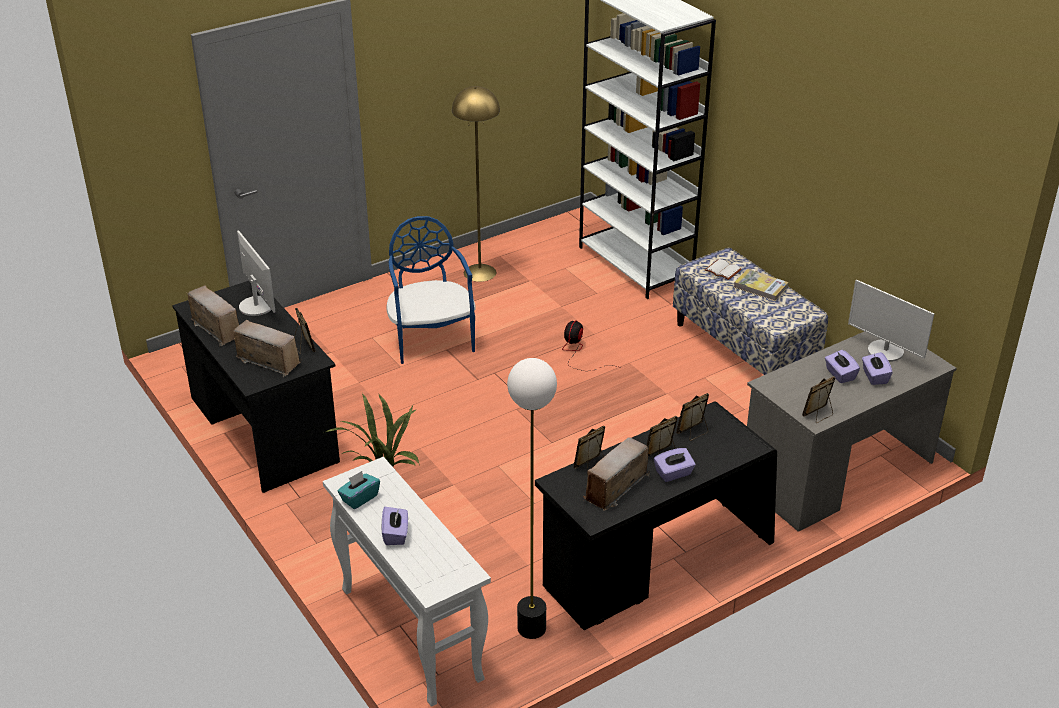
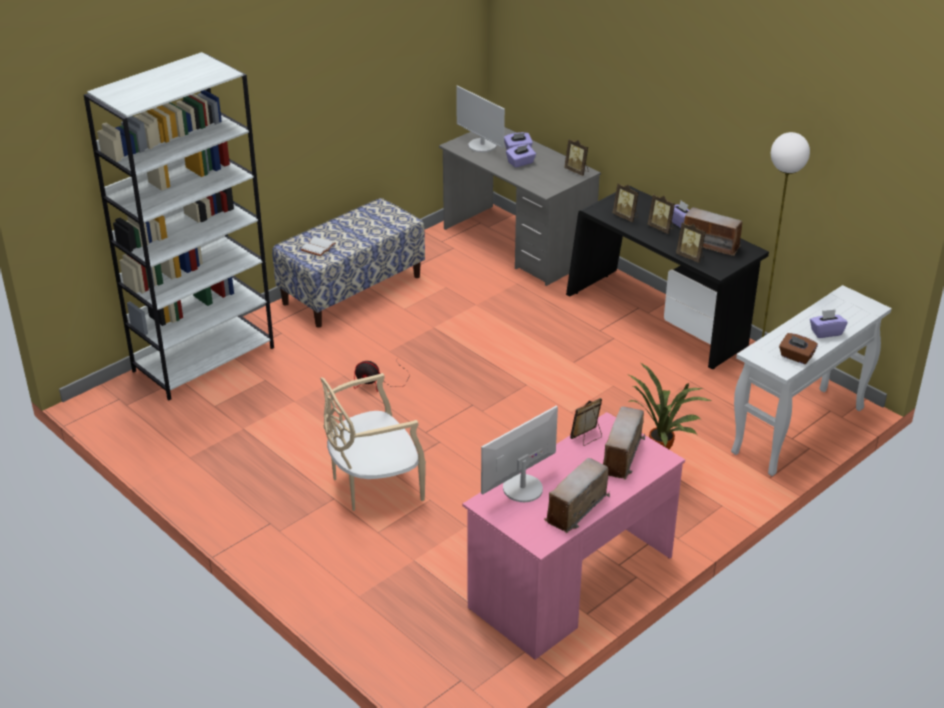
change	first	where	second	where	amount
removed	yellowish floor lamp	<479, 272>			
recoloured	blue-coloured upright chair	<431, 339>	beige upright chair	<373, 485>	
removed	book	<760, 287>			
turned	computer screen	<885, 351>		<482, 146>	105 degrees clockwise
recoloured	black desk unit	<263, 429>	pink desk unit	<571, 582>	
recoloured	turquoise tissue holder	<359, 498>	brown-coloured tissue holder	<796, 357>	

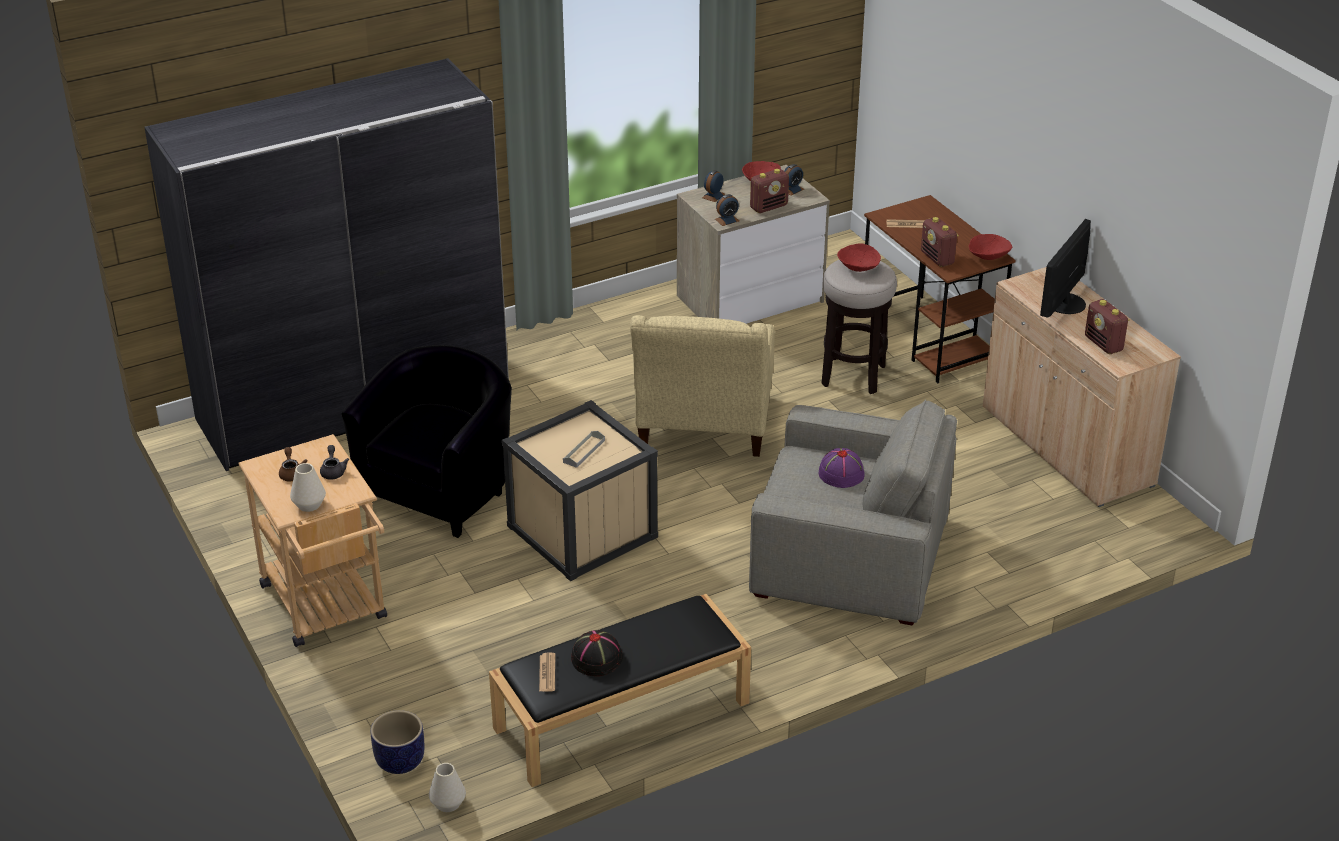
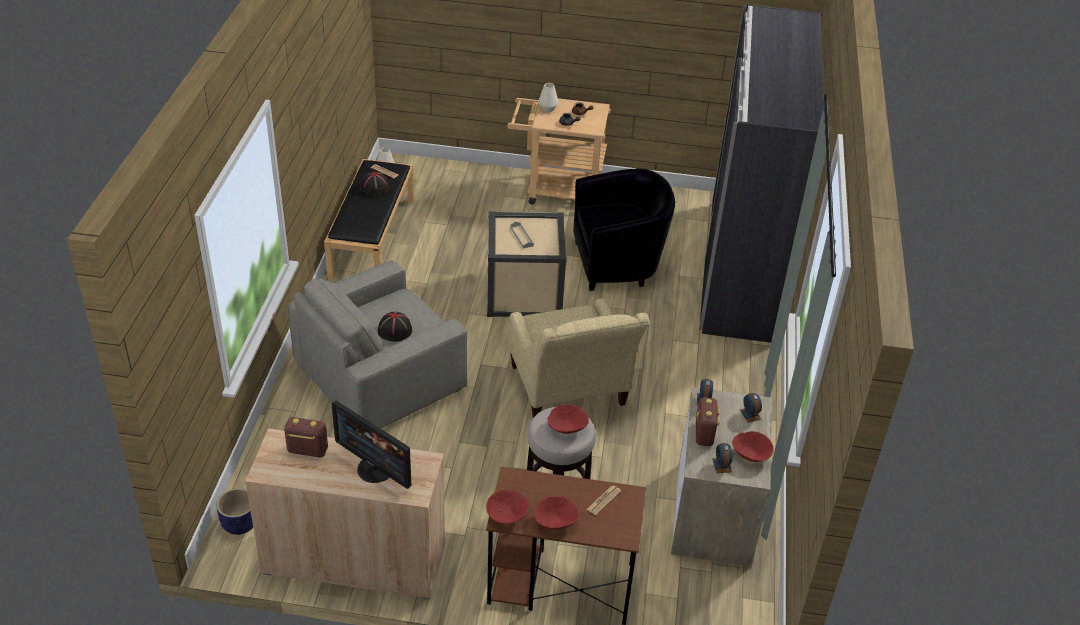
change	first	where	second	where	amount
removed	radio receiver	<937, 258>			
turned	computer screen	<1064, 303>		<376, 469>	150 degrees clockwise
turned	beige armchair	<703, 429>		<570, 391>	150 degrees counterclockwise
turned	black armchair	<441, 489>		<619, 263>	75 degrees counterclockwise
recoloured	purple wearable hat	<841, 473>	black wearable hat	<395, 330>	
moved	flower pot	<401, 761>		<239, 524>	
added			red bowl	<555, 522>	

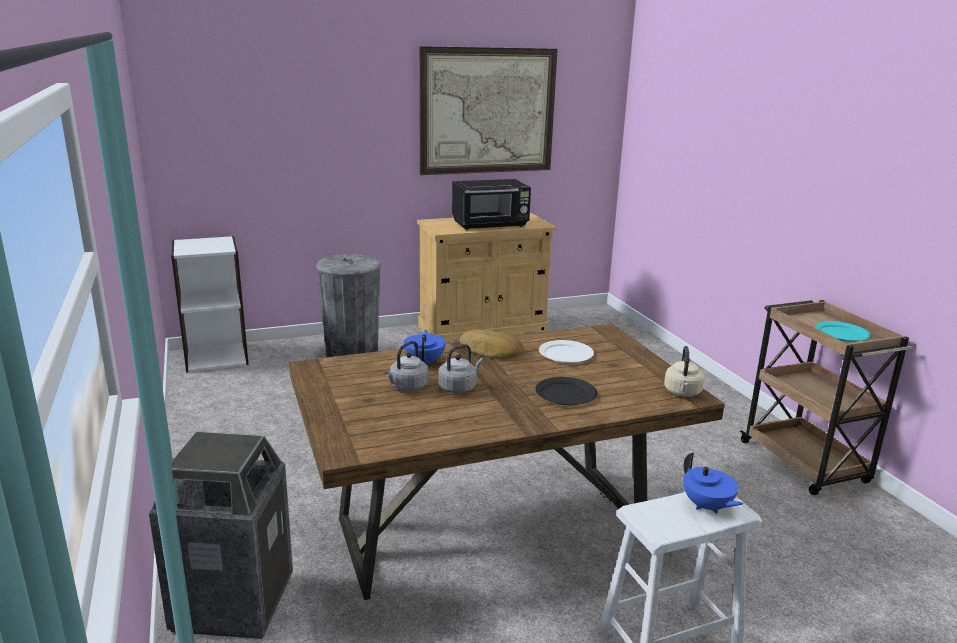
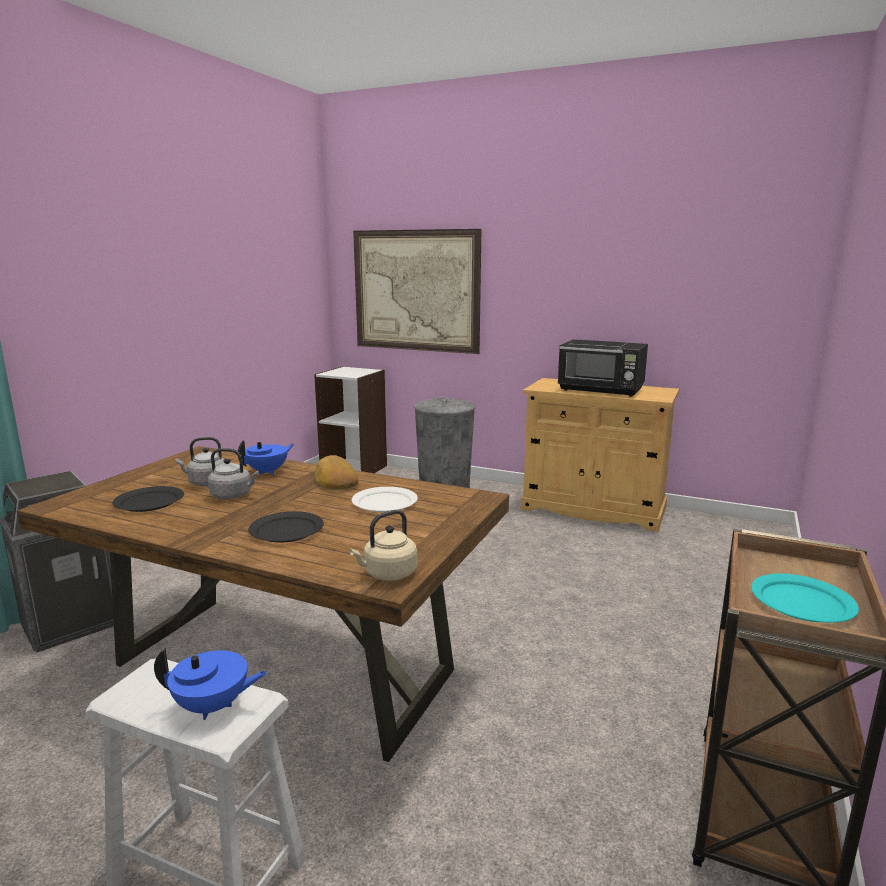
change	first	where	second	where	amount
moved	wall picture	<488, 111>		<416, 291>	
turned	blue-coloured tea pot	<707, 506>		<213, 706>	105 degrees counterclockwise
added			black plate	<150, 502>	

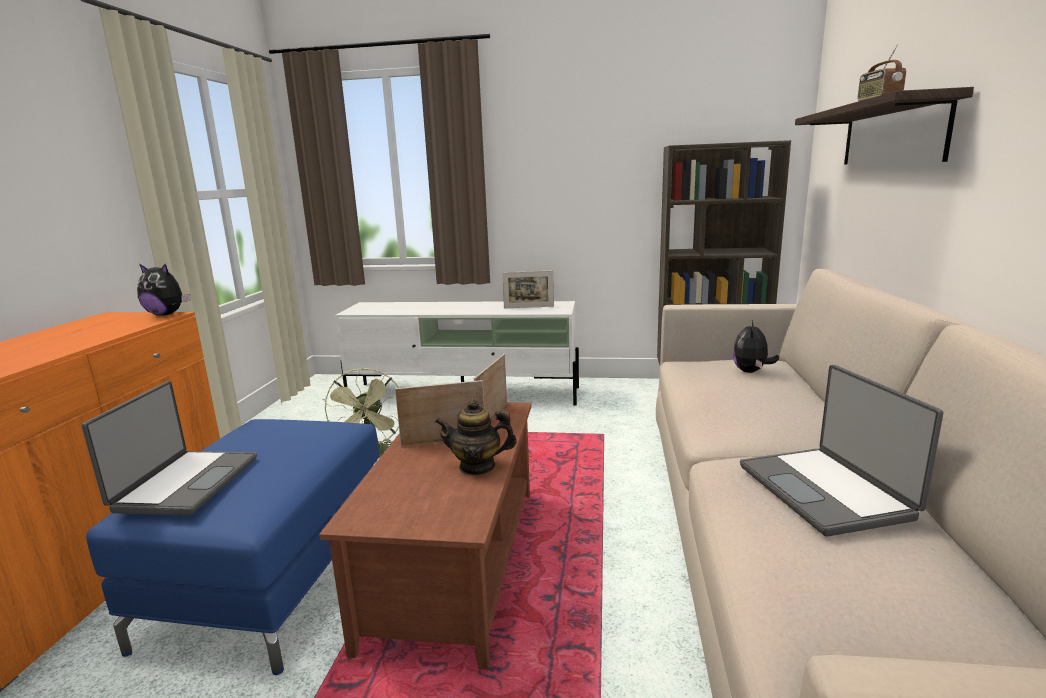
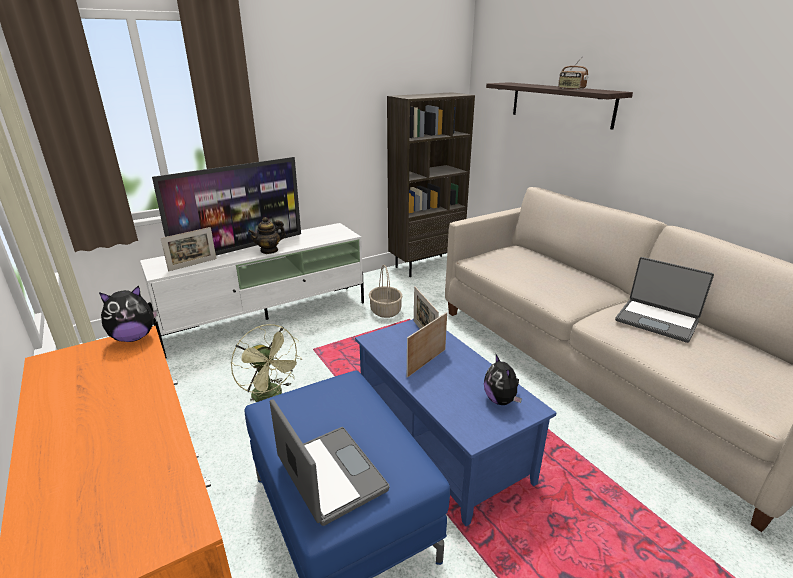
change	first	where	second	where	amount
moved	picture frame	<528, 307>		<193, 265>	
moved	plush toy	<751, 372>		<501, 400>	
moved	tea pot	<477, 466>		<269, 250>	
recoloured	brown-coloured lounge table	<458, 562>	blue-coloured lounge table	<442, 438>	
added			TV	<241, 248>	
added			household basket	<385, 311>	

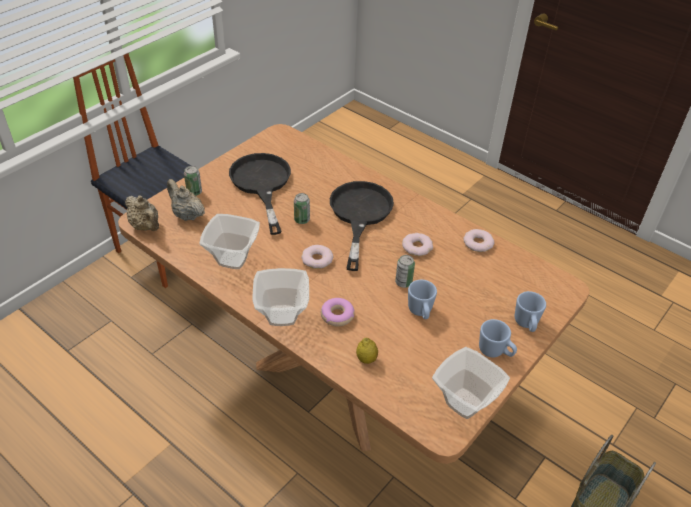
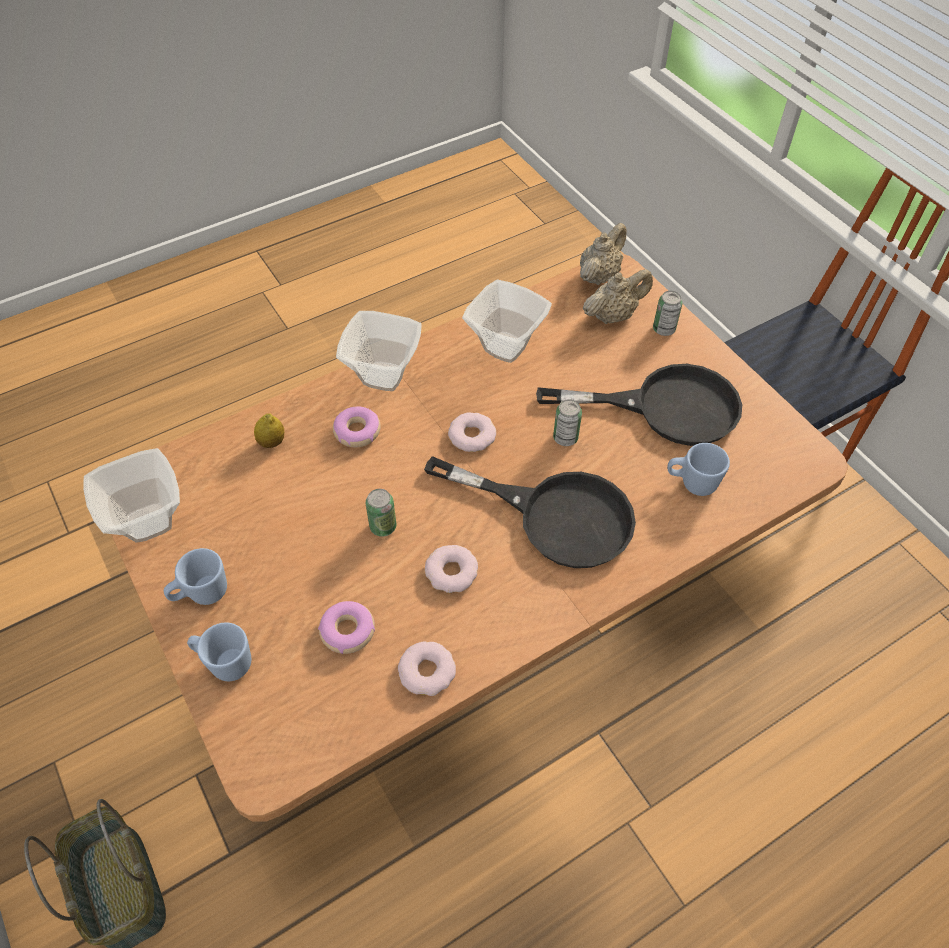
change	first	where	second	where	amount
turned	beige tea pot	<146, 227>		<599, 275>	150 degrees clockwise
moved	blue-coloured mug	<420, 312>		<692, 483>	
added			doughnut	<347, 631>	

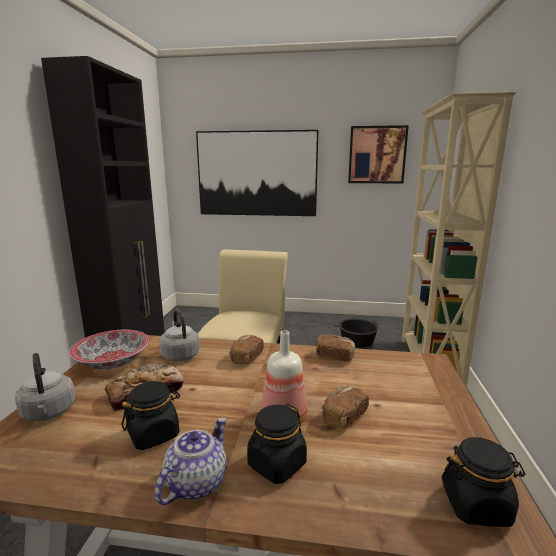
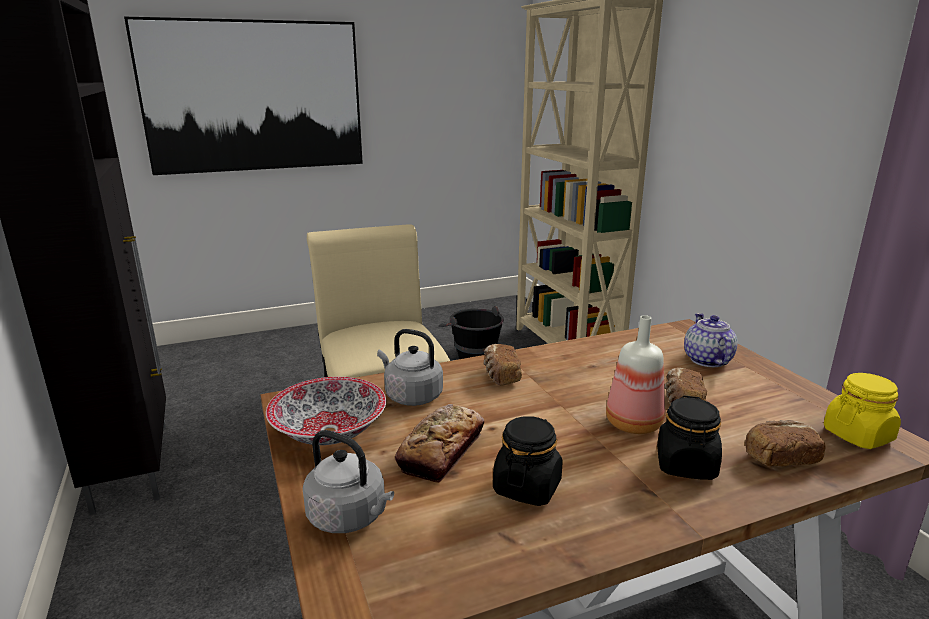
change	first	where	second	where	amount
removed	wall picture	<377, 155>			
moved	baked bread	<334, 356>		<780, 458>	
moved	tea pot	<196, 482>		<706, 360>	
recoloured	black storage jar	<476, 505>	yellowish storage jar	<858, 435>	

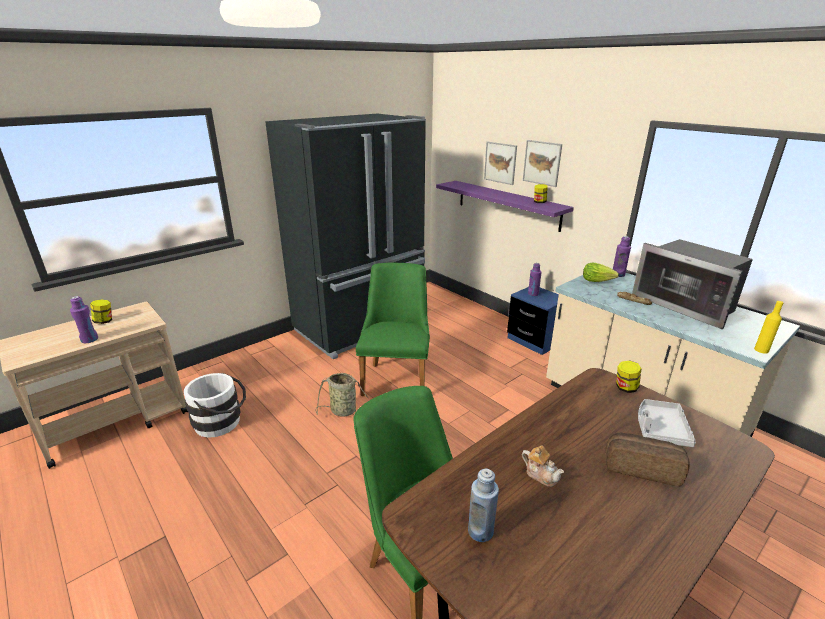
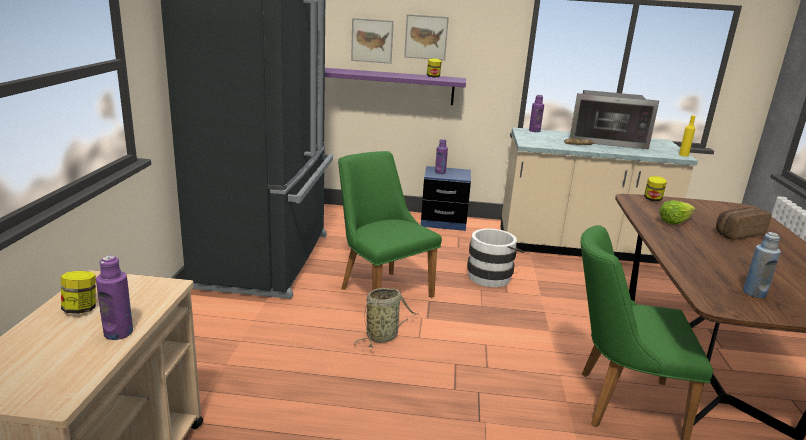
change	first	where	second	where	amount
moved	lettuce head	<597, 281>		<674, 221>	
moved	white-coloured bucket	<222, 422>		<492, 276>	
removed	grey serving tray	<660, 429>			
removed	tea pot	<541, 474>			

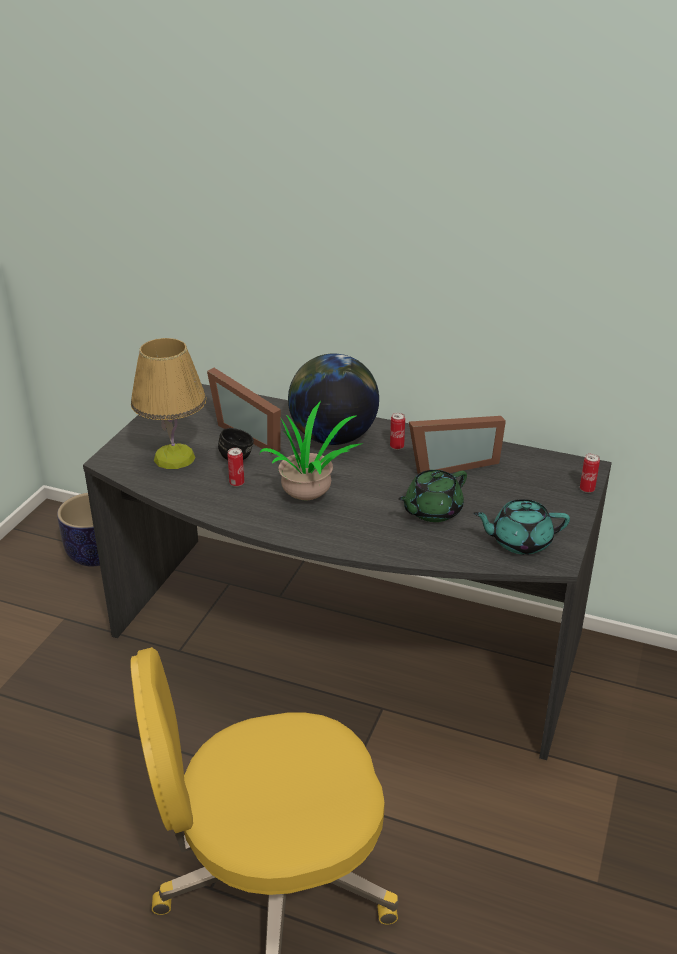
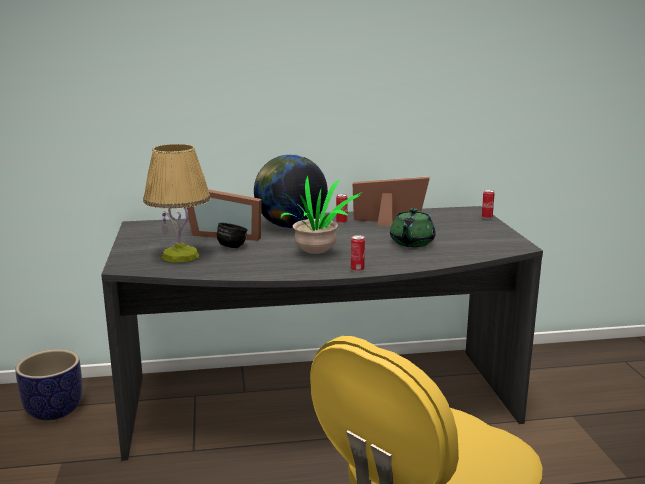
change	first	where	second	where	amount
turned	picture frame	<450, 464>		<389, 223>	120 degrees counterclockwise
moved	can	<237, 483>		<357, 270>	
removed	turquoise tea pot	<519, 542>			

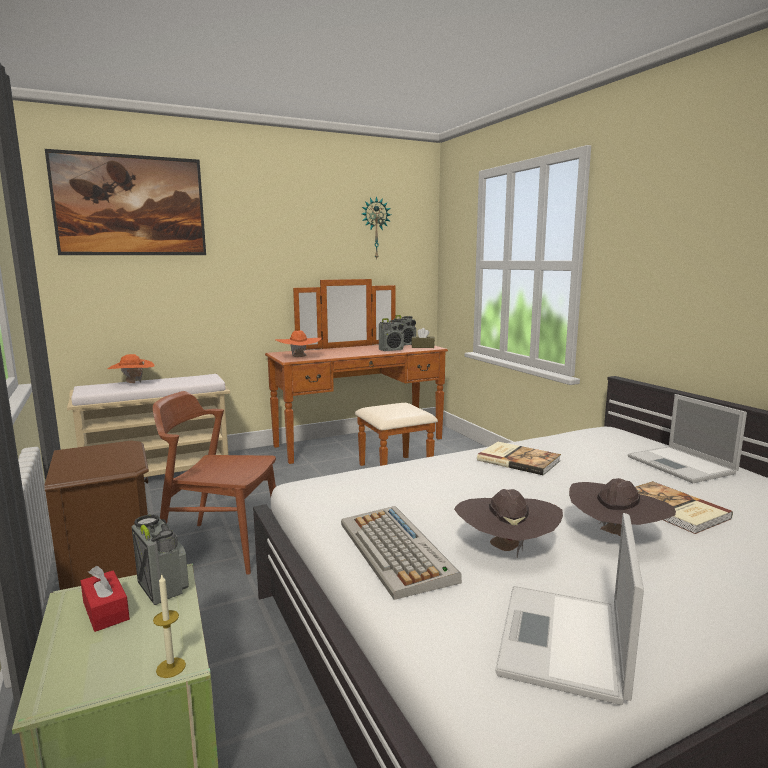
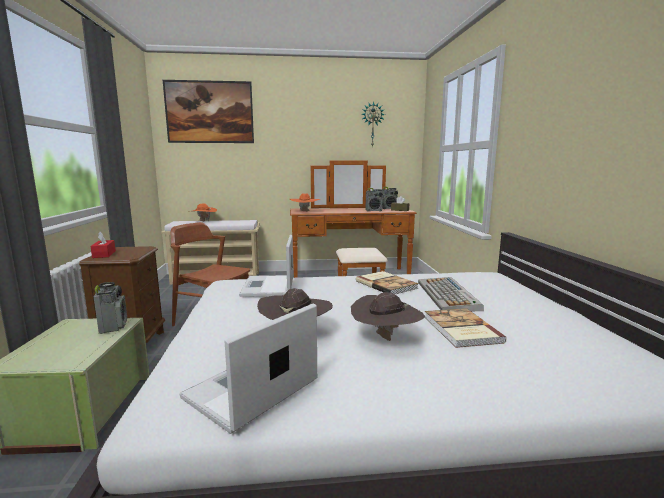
change	first	where	second	where	amount
moved	laptop	<682, 465>		<268, 287>	
moved	keyboard	<397, 551>		<448, 295>	
moved	red tissue holder	<106, 611>		<104, 254>	
removed	wax light	<171, 667>			

